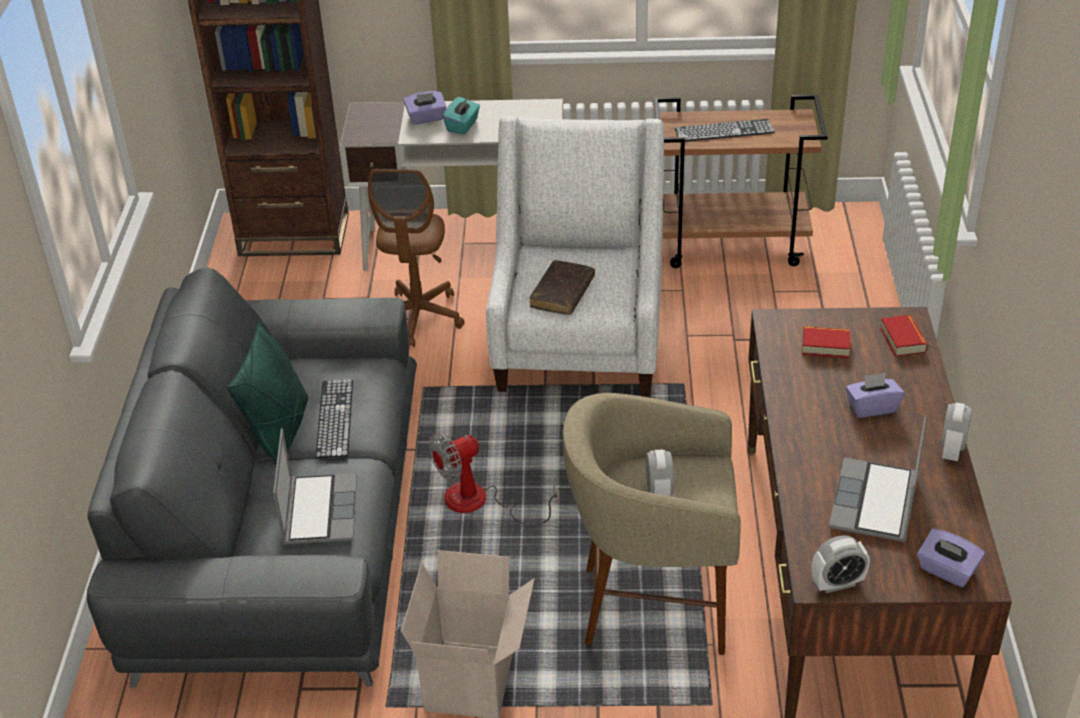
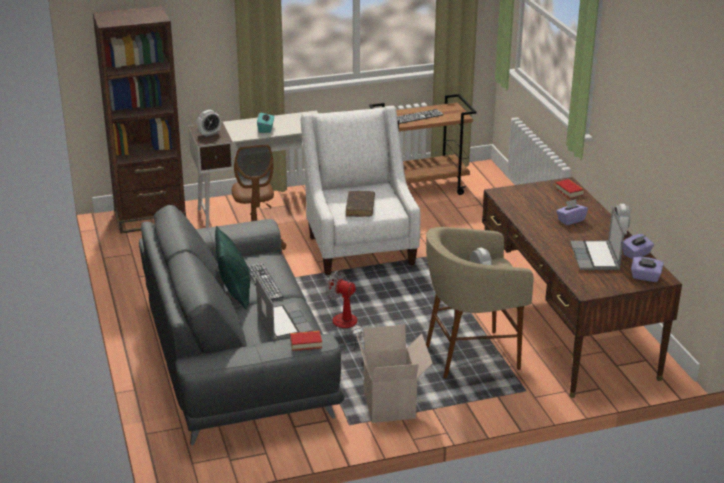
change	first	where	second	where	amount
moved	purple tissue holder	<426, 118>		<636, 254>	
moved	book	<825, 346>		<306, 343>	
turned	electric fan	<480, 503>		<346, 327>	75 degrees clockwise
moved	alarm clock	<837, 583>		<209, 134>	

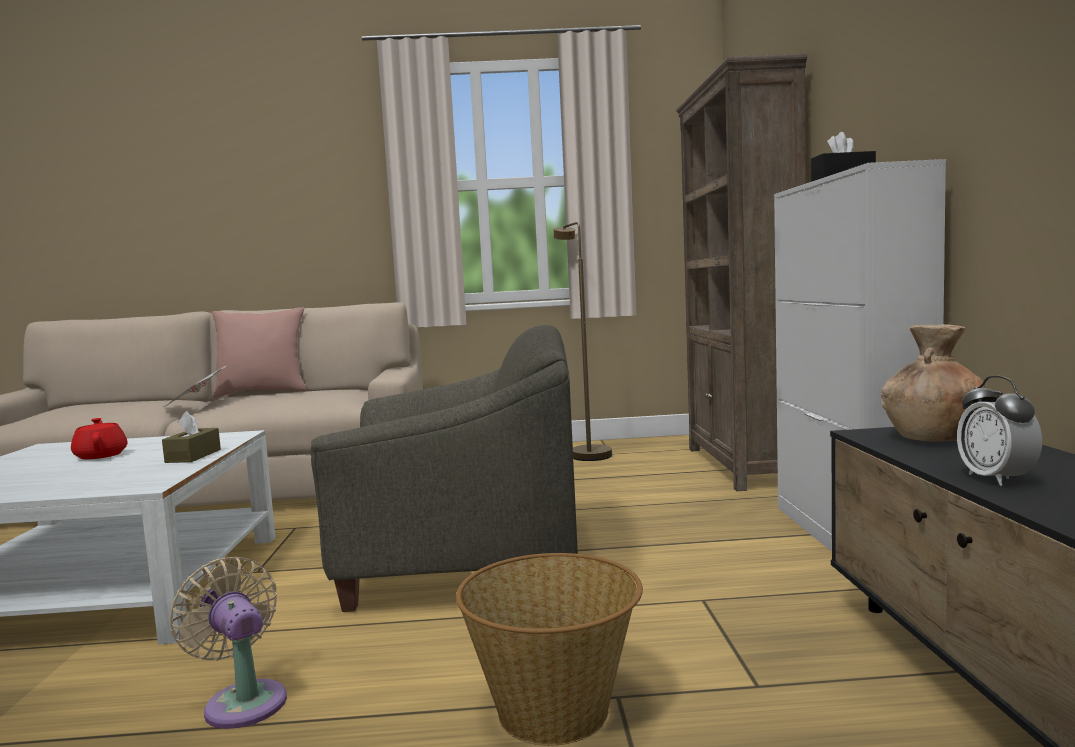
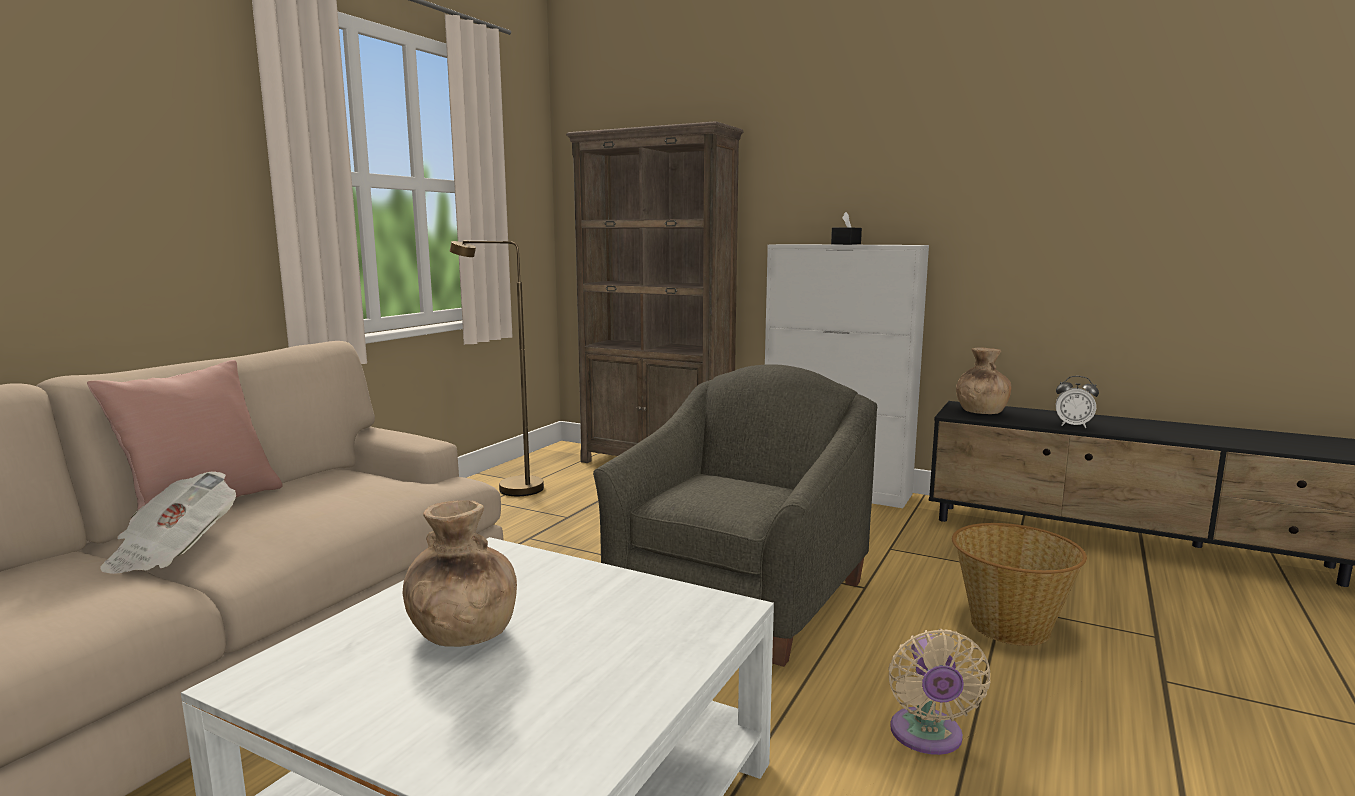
change	first	where	second	where	amount
removed	brown-coloured tissue holder	<193, 456>			
replaced	red tea pot	<101, 455>	brown-coloured flower vase	<462, 633>	
turned	beige electric fan	<243, 701>		<927, 737>	75 degrees counterclockwise

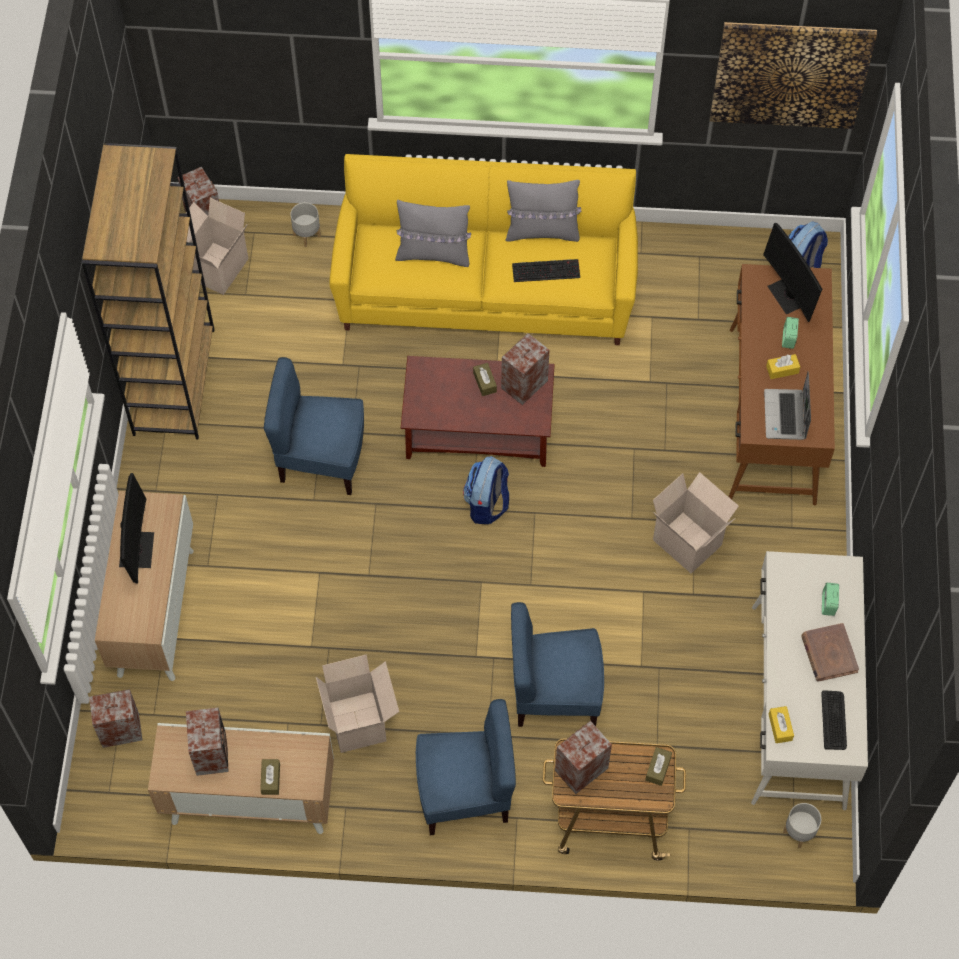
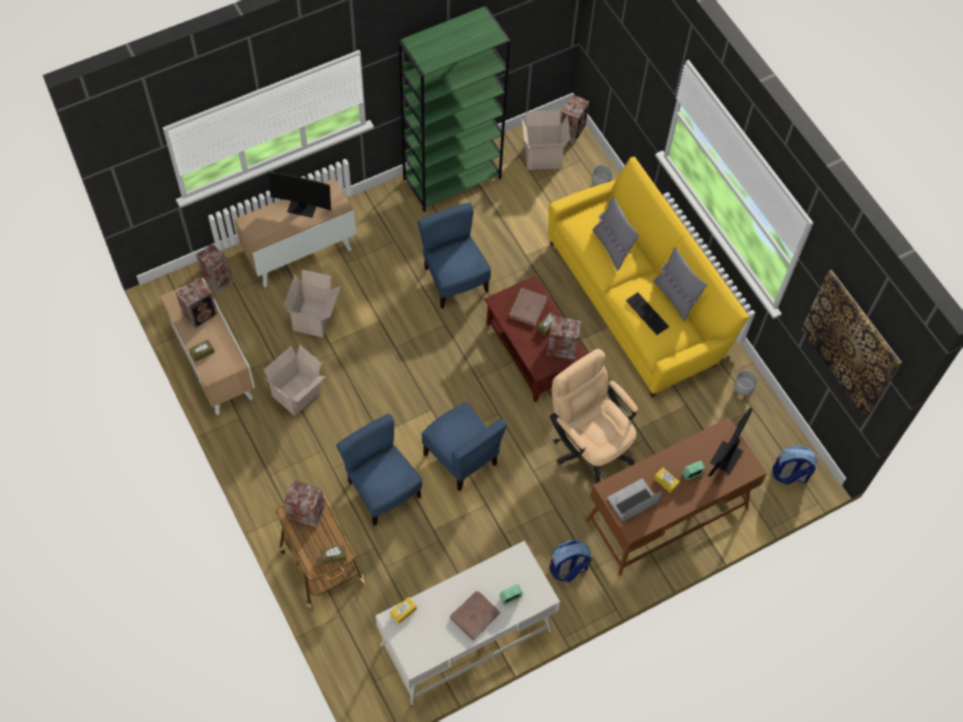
change	first	where	second	where	amount
recoloured	brown-coloured shelving unit	<173, 381>	greenish shelving unit	<452, 178>	
moved	backpack	<487, 504>		<568, 568>	
moved	packing box	<689, 542>		<314, 320>	
turned	computer screen	<137, 550>		<302, 207>	45 degrees clockwise
removed	keyboard	<834, 720>			
moved	blue-coloured upright chair	<465, 793>		<461, 458>	
moved	grey flower pot	<799, 832>		<741, 392>	
added			brown-coloured book	<527, 308>	
added			beige desk chair	<589, 445>	

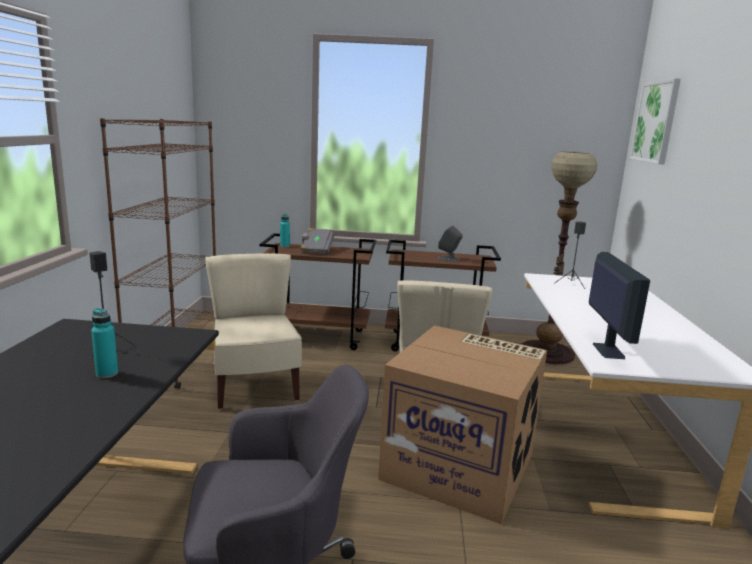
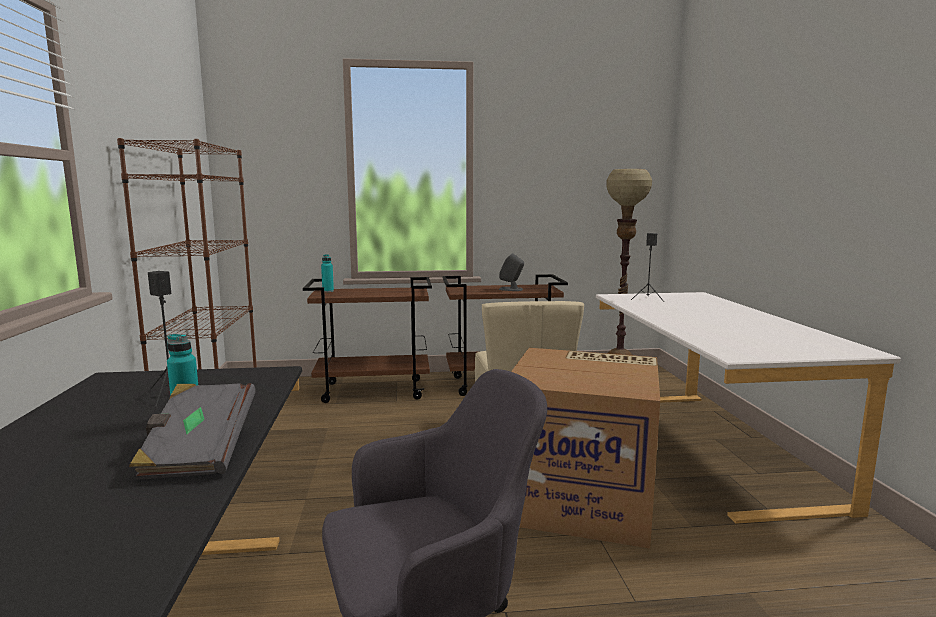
change	first	where	second	where	amount
removed	wall picture	<655, 122>			
moved	grey book	<317, 250>		<198, 452>	
removed	computer screen	<607, 350>			
removed	beige upright chair	<254, 387>			

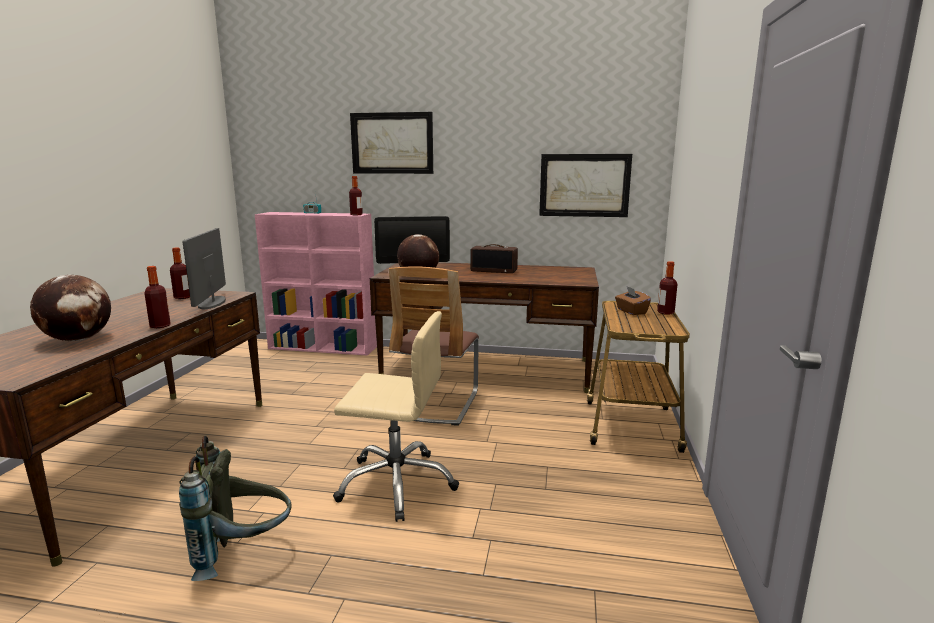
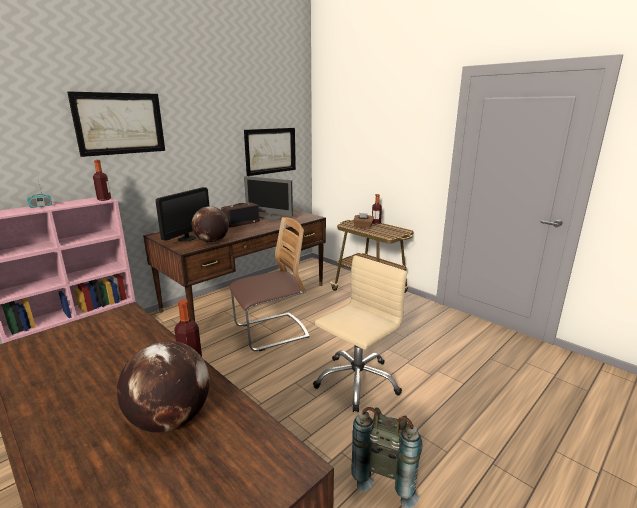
change	first	where	second	where	amount
moved	computer screen	<212, 303>		<269, 217>	
removed	bottle	<182, 297>			
turned	upright chair	<436, 404>		<271, 332>	75 degrees counterclockwise

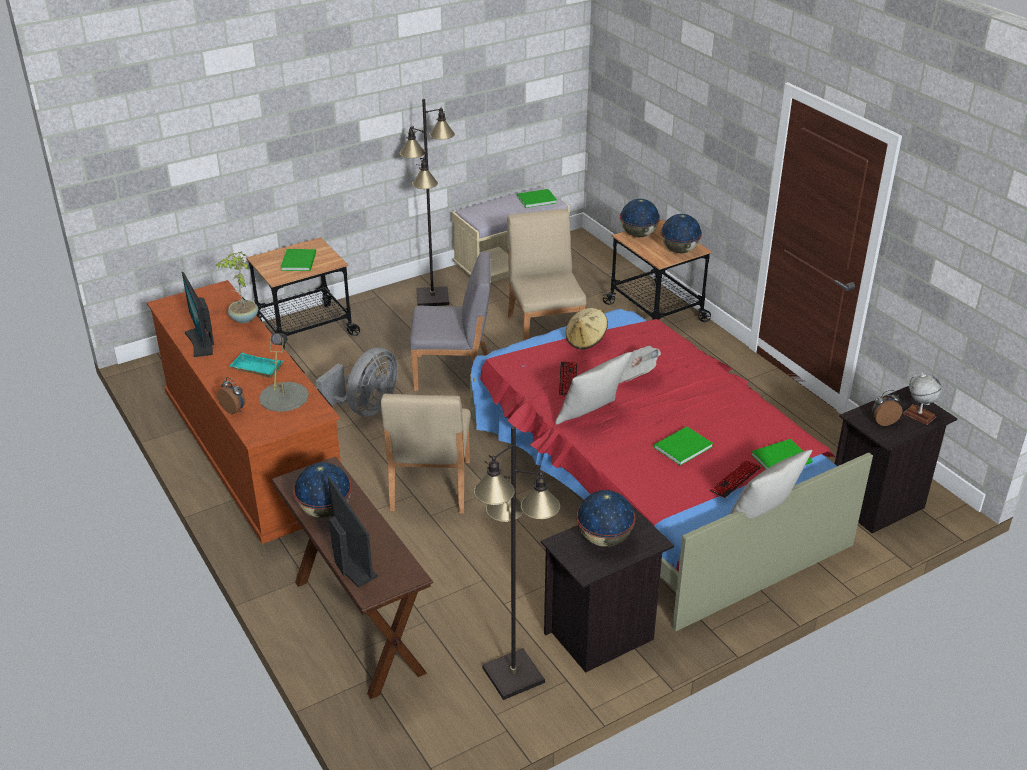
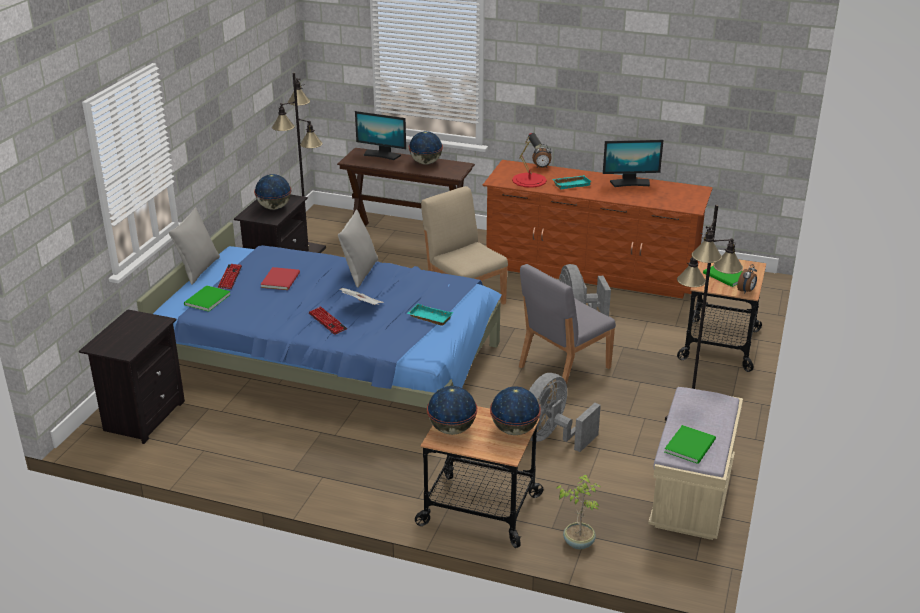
change	first	where	second	where	amount
replaced	beige upright chair	<545, 329>	grey electric fan	<551, 438>	
moved	plant in a pot	<243, 319>		<578, 542>	
turned	computer screen	<201, 342>		<630, 183>	150 degrees clockwise
replaced	beige wearable hat	<586, 340>	turquoise serving tray	<429, 318>	
recoloured	red bedroom bed	<647, 476>	blue-coloured bedroom bed	<332, 362>	
recoloured	grey tabletop lamp	<283, 397>	red tabletop lamp	<529, 180>	
moved	keyboard	<568, 380>		<327, 321>	
removed	desk globe	<919, 415>			
moved	alarm clock	<883, 421>		<746, 291>	
recoloured	greenish book	<681, 447>	red book	<281, 279>	

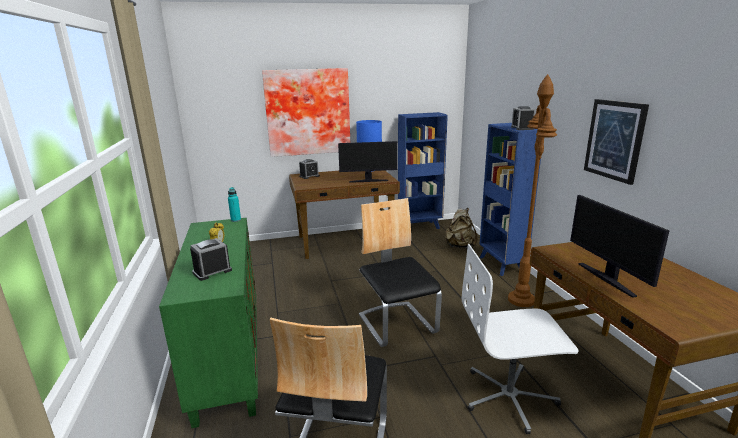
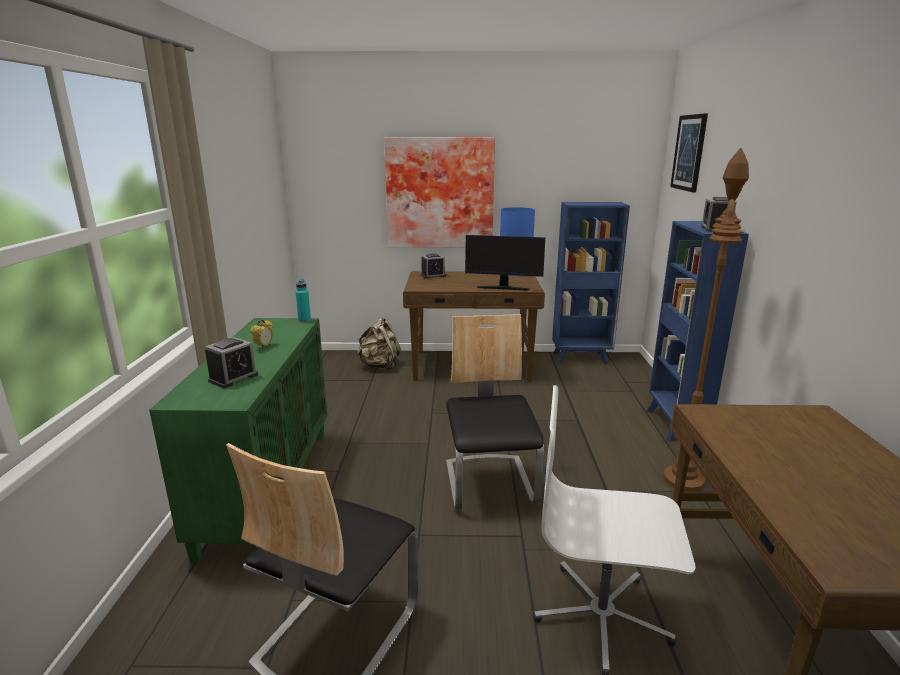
change	first	where	second	where	amount
moved	wall picture	<614, 140>		<689, 152>	
removed	computer screen	<607, 279>			
moved	beige backpack	<459, 246>		<380, 366>	
turned	alarm clock	<212, 271>		<233, 378>	150 degrees clockwise

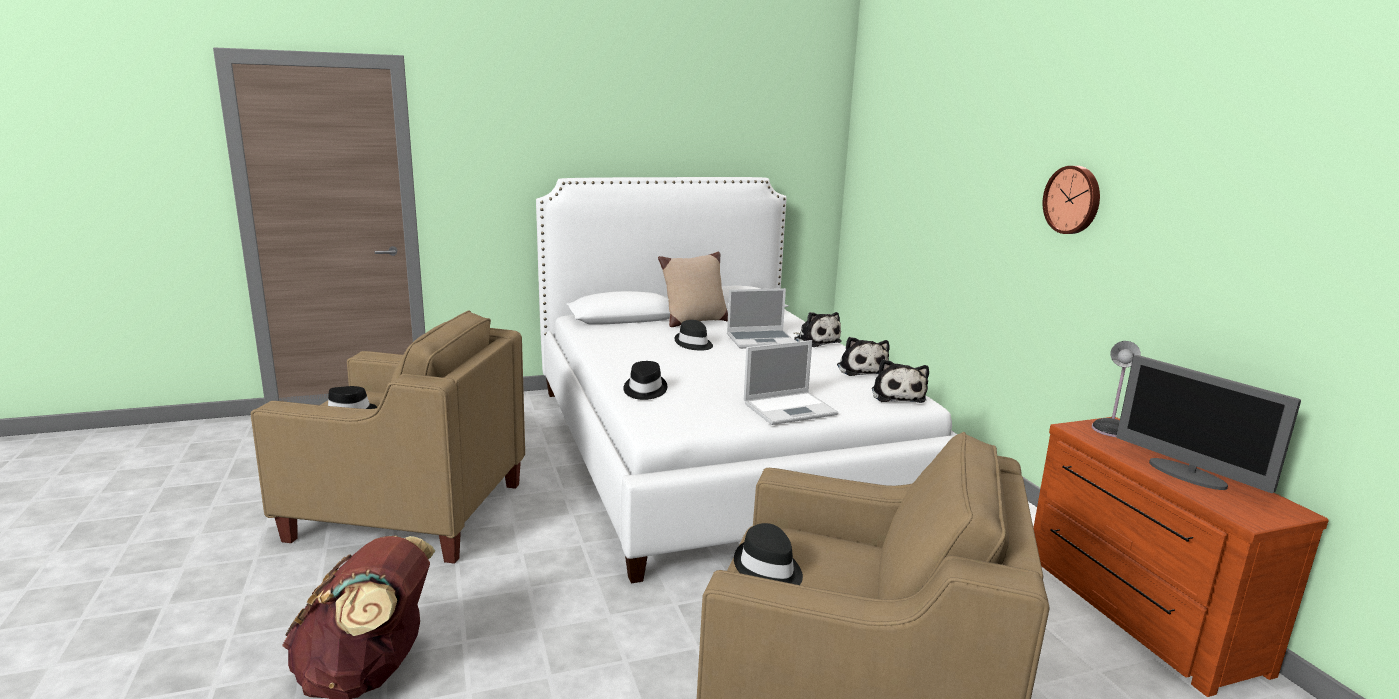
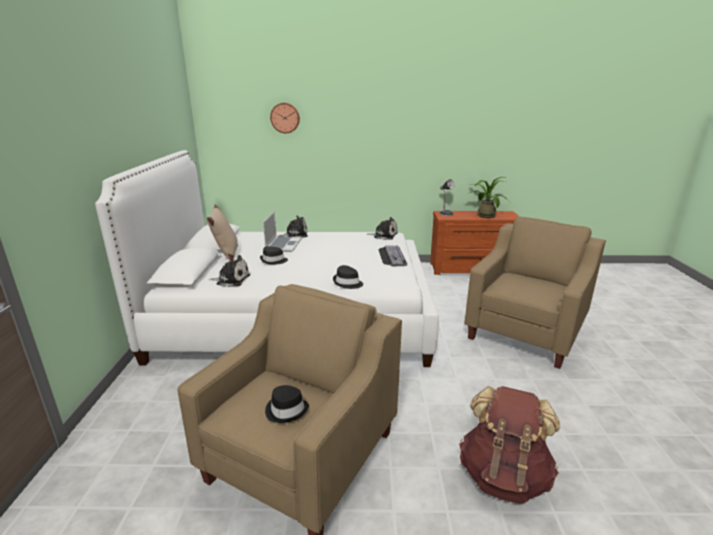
change	first	where	second	where	amount
moved	wall clock	<1073, 200>		<285, 118>	
moved	plush toy	<861, 369>		<231, 280>	
replaced	laptop	<791, 408>	keyboard	<391, 256>	
replaced	computer screen	<1187, 475>	plant in a pot	<484, 215>	
removed	black wearable hat	<768, 569>			

